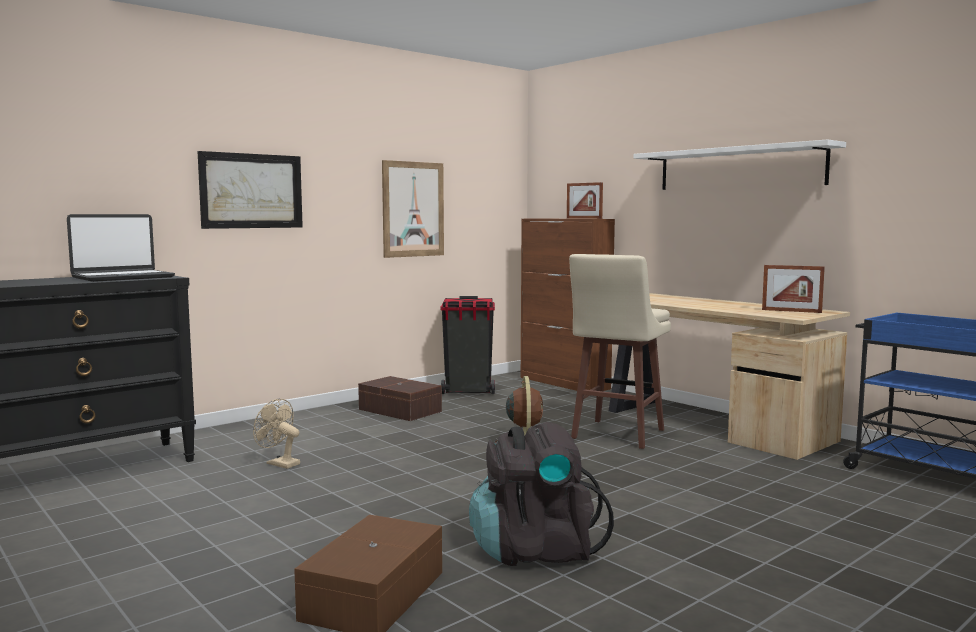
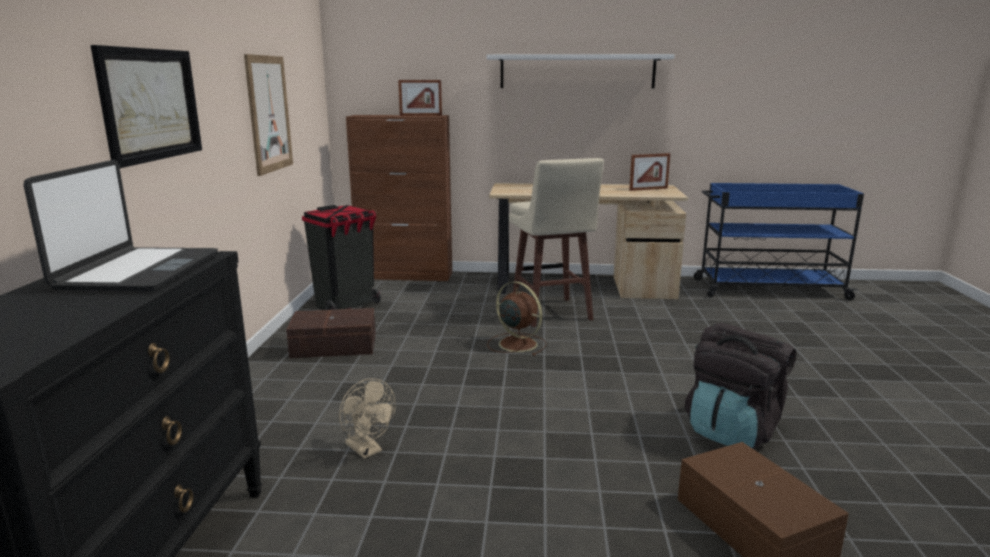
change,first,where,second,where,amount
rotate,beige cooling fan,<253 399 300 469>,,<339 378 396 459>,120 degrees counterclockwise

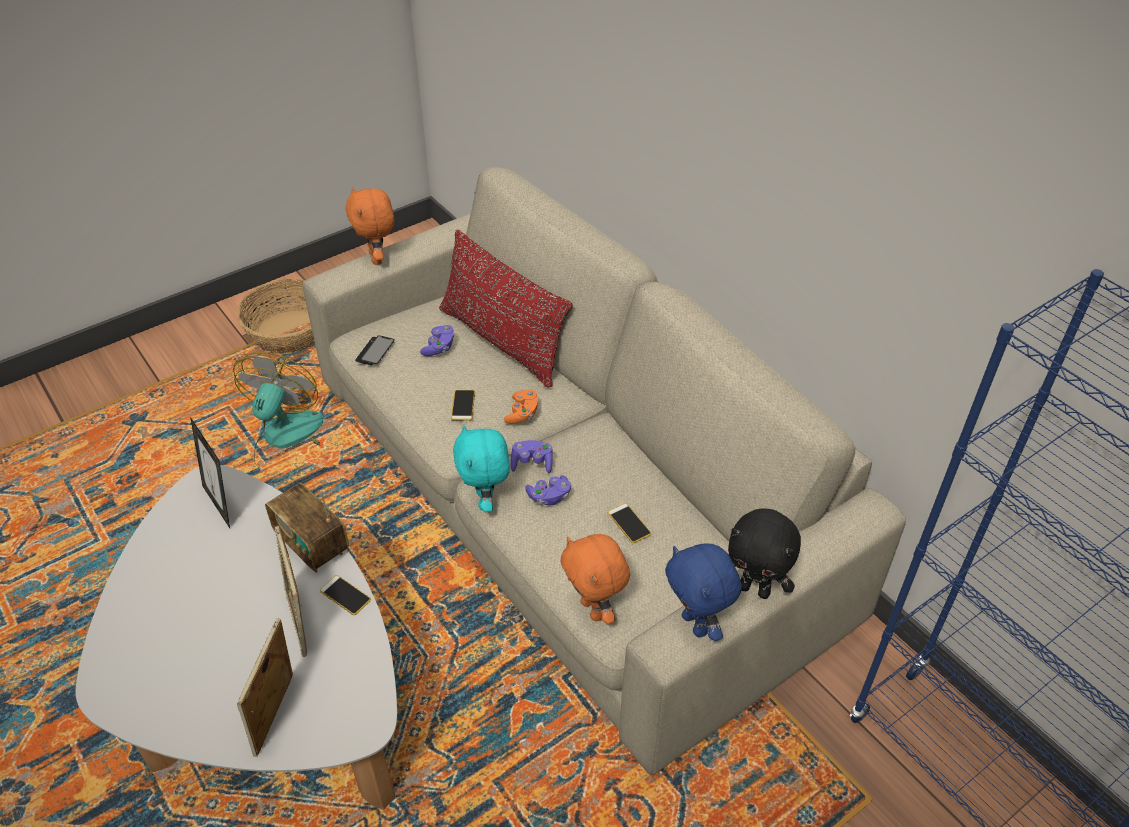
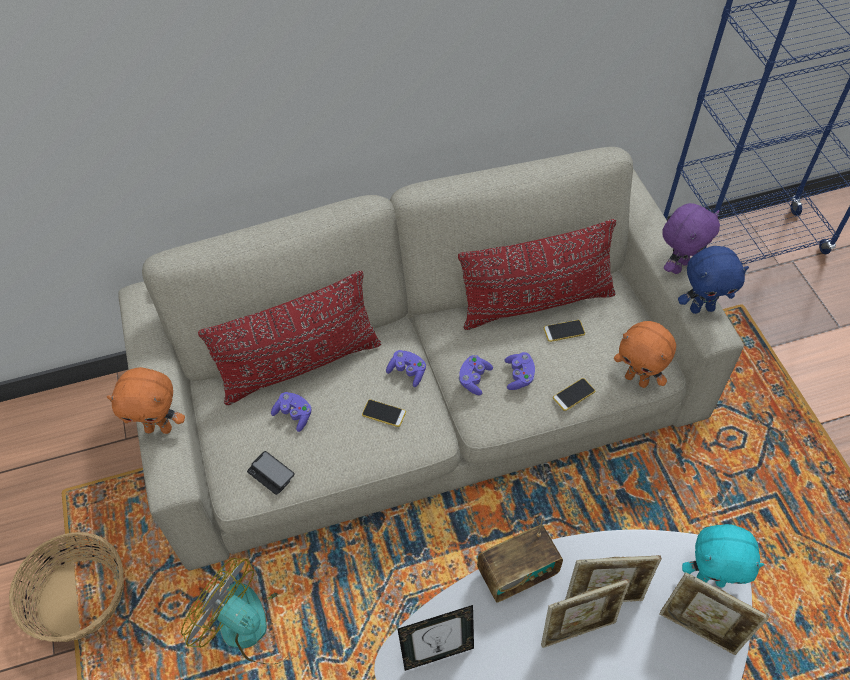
change,first,where,second,where,amount
insert,,,red pillow,<458 219 616 330>,
insert,,,standing frame,<541 579 630 648>,
move,handset,<320 575 371 615>,,<553 378 595 411>,
move,turquoise-coloured plush toy,<453 425 510 512>,,<682 524 764 588>,
recolor,orangey gamepad,<504 389 539 424>,purple-coloured gamepad,<386 350 426 387>,
recolor,black plush toy,<728 508 801 599>,purple-coloured plush toy,<662 203 720 274>,
rotate,orangey plush toy,<561 534 630 624>,,<614 321 676 388>,45 degrees clockwise

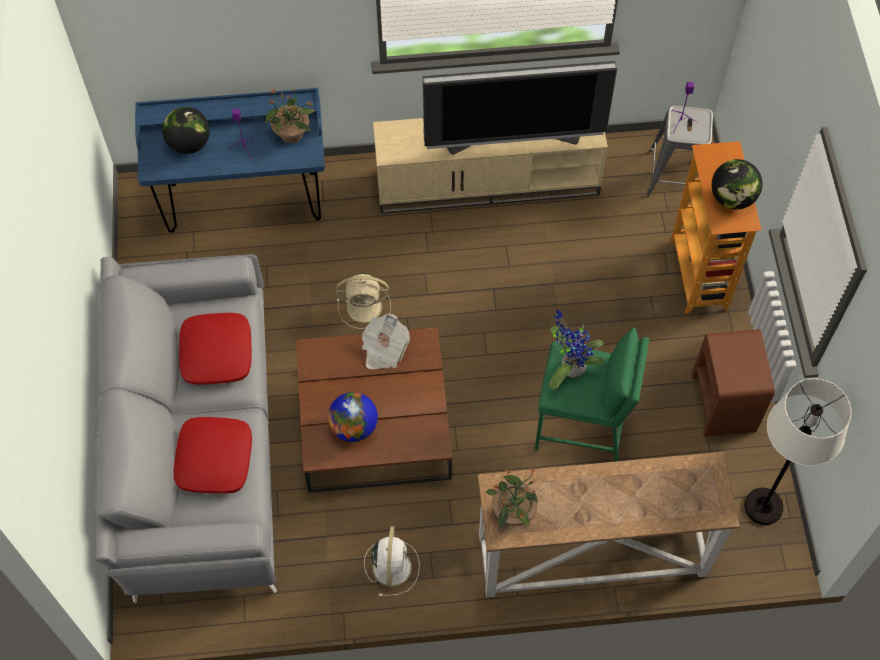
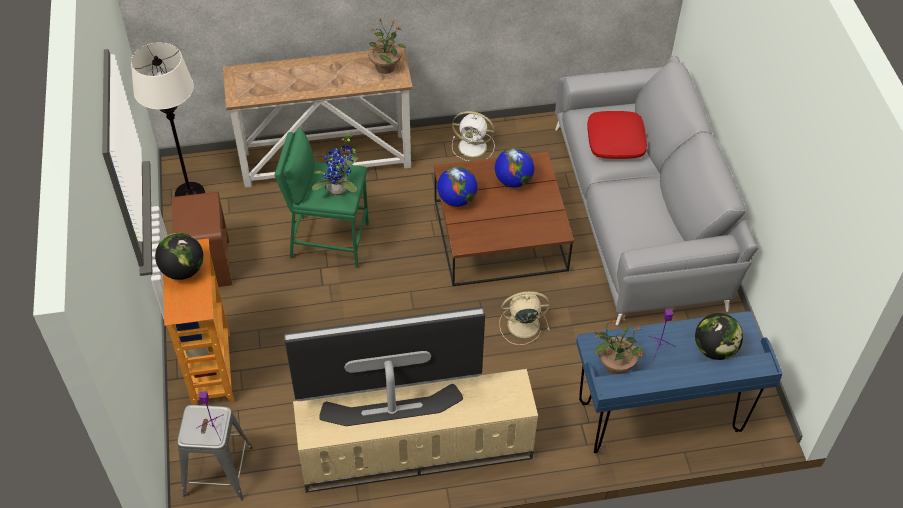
change,first,where,second,where,amount
delete,red pillow,<179 313 252 385>,,,
delete,printed paper,<361 314 410 369>,,,
insert,,,world globe,<437 166 477 207>,
rotate,whitish cooling fan,<364 526 420 596>,,<452 111 495 161>,75 degrees counterclockwise

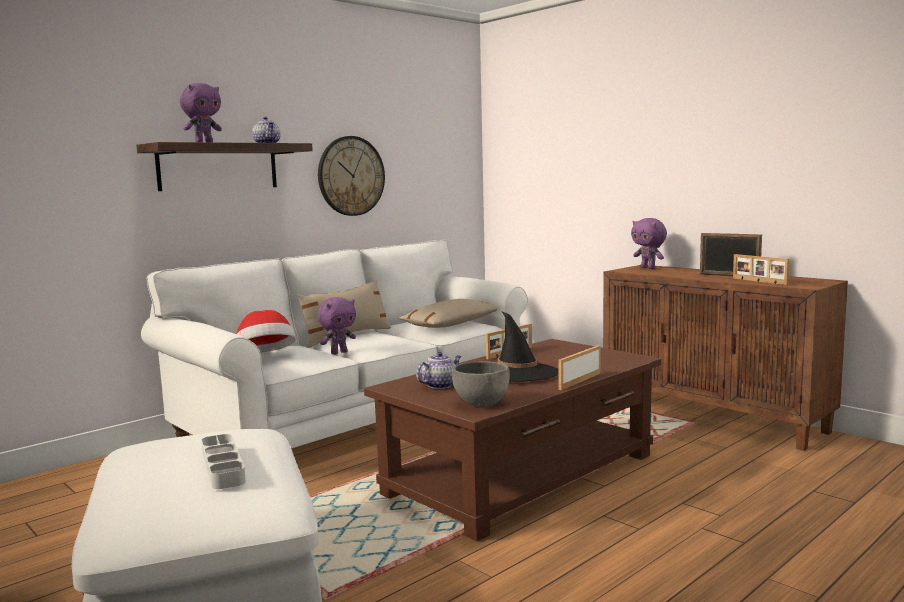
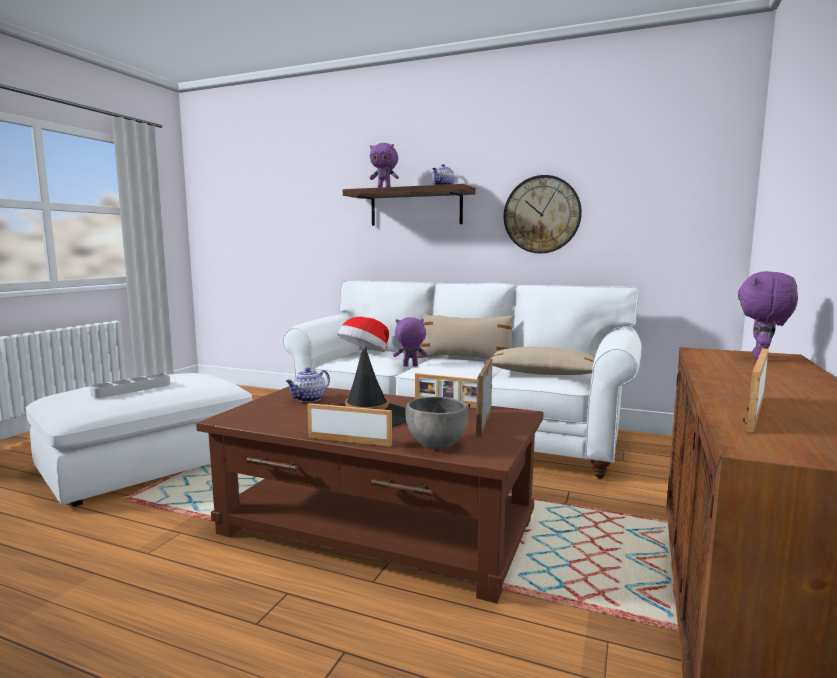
change,first,where,second,where,amount
move,gray bowl,<452 361 510 407>,,<405 397 468 449>,
move,standing frame,<700 233 762 276>,,<476 359 492 436>,
rotate,purple-coloured plush toy,<317 297 356 355>,,<393 317 428 367>,150 degrees clockwise
rotate,teapot,<416 352 461 389>,,<286 368 330 402>,105 degrees clockwise

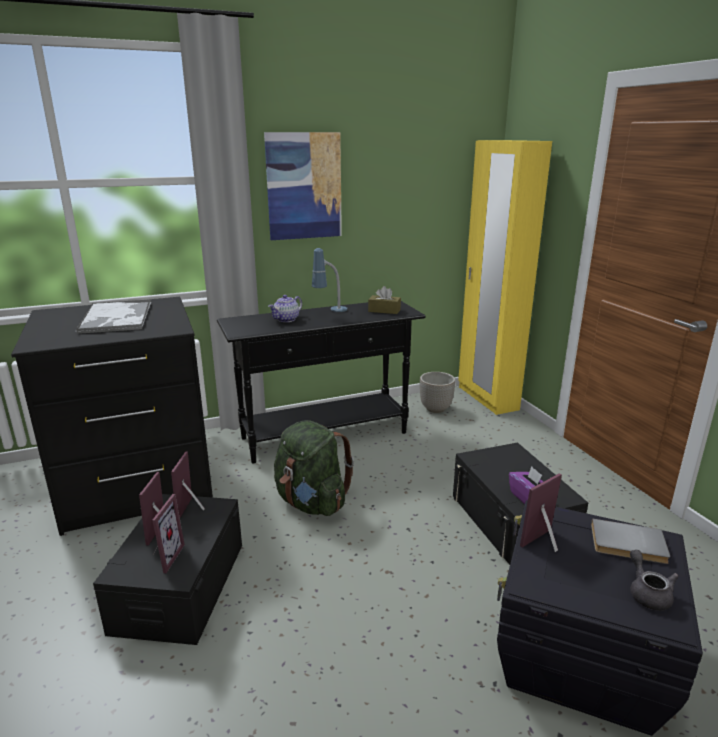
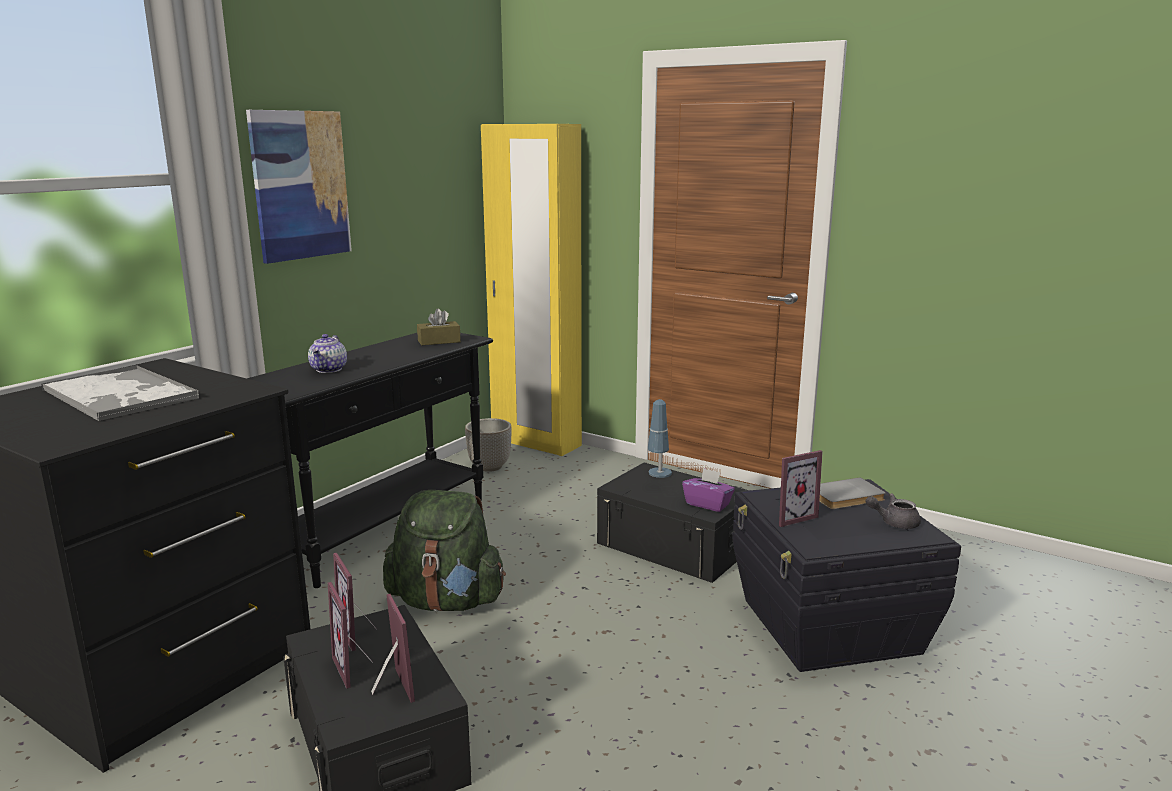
change,first,where,second,where,amount
move,lamp for a table,<312 248 347 312>,,<648 399 672 478>,
rotate,standing frame,<520 473 562 552>,,<779 450 823 527>,135 degrees counterclockwise
rotate,gray teapot,<630 550 679 611>,,<866 493 921 529>,45 degrees counterclockwise

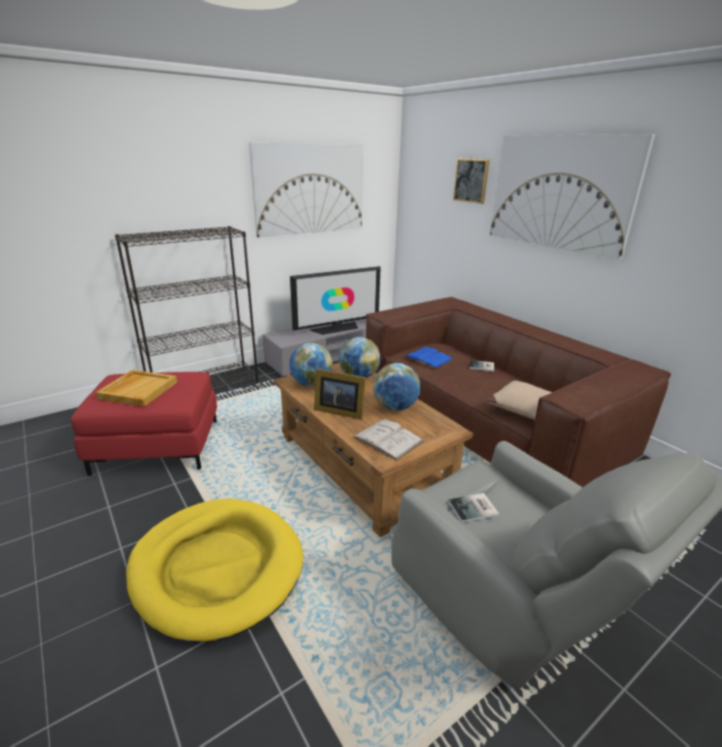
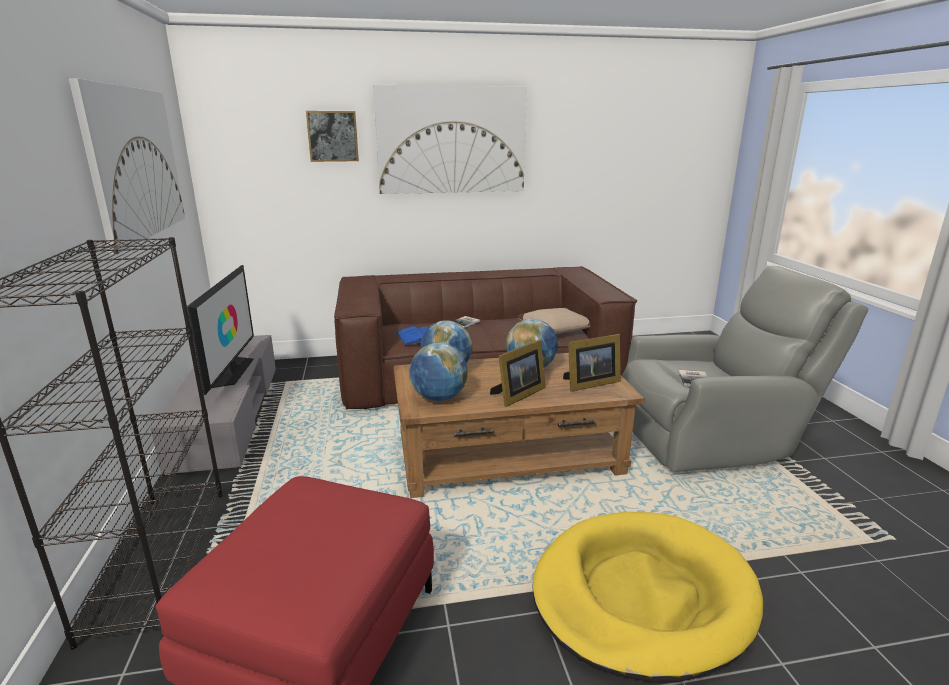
change,first,where,second,where,amount
delete,beige carrying tray,<95 370 177 407>,,,
replace,whitish book,<353 418 424 461>,standing frame,<563 334 621 392>,

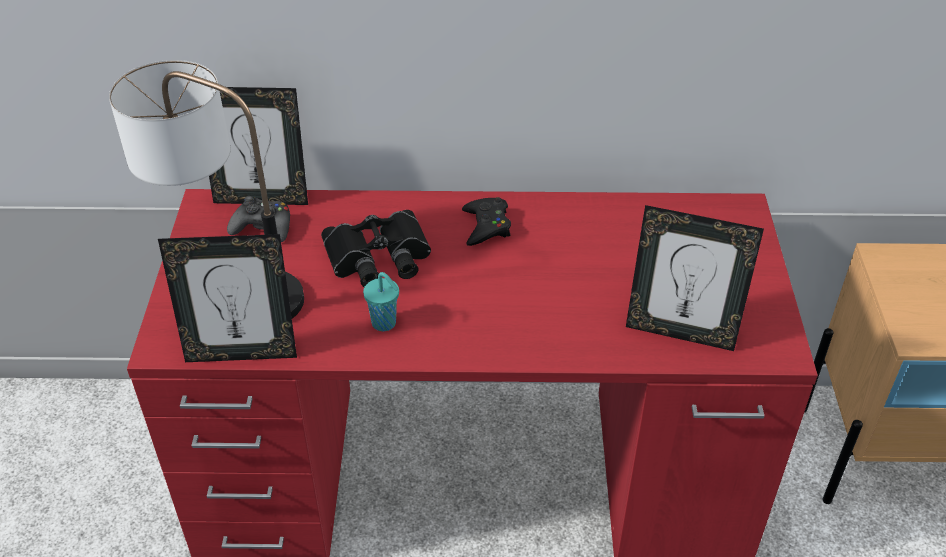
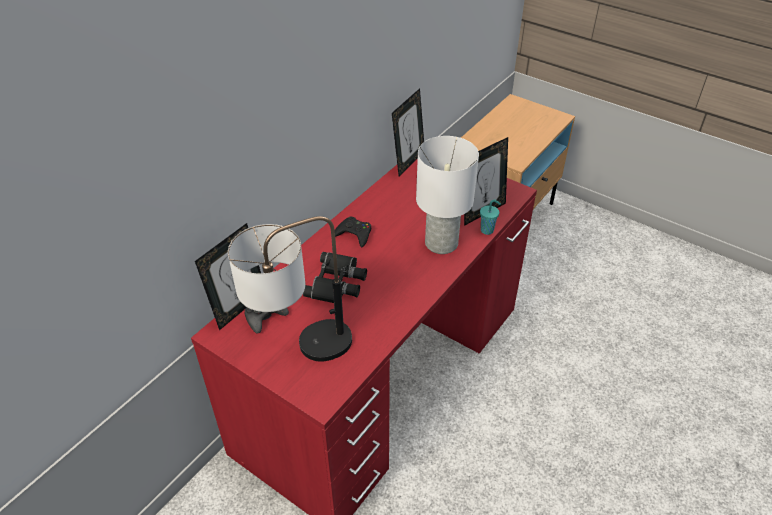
change,first,where,second,where,amount
insert,,,whitish lamp for a table,<416 136 479 254>,
move,standing frame,<158 234 297 362>,,<392 88 424 177>,
move,turquoise-coloured drinking cup,<363 272 399 331>,,<480 200 501 235>,

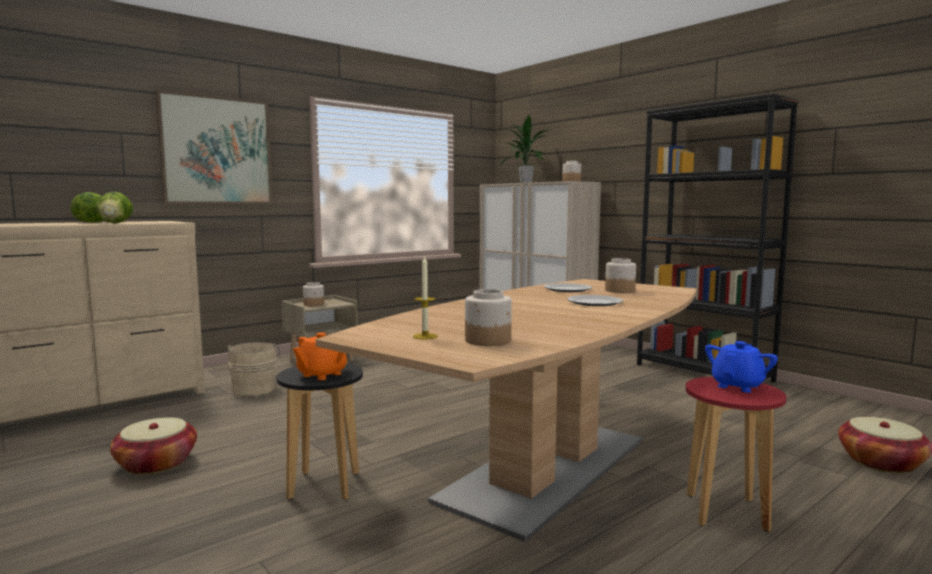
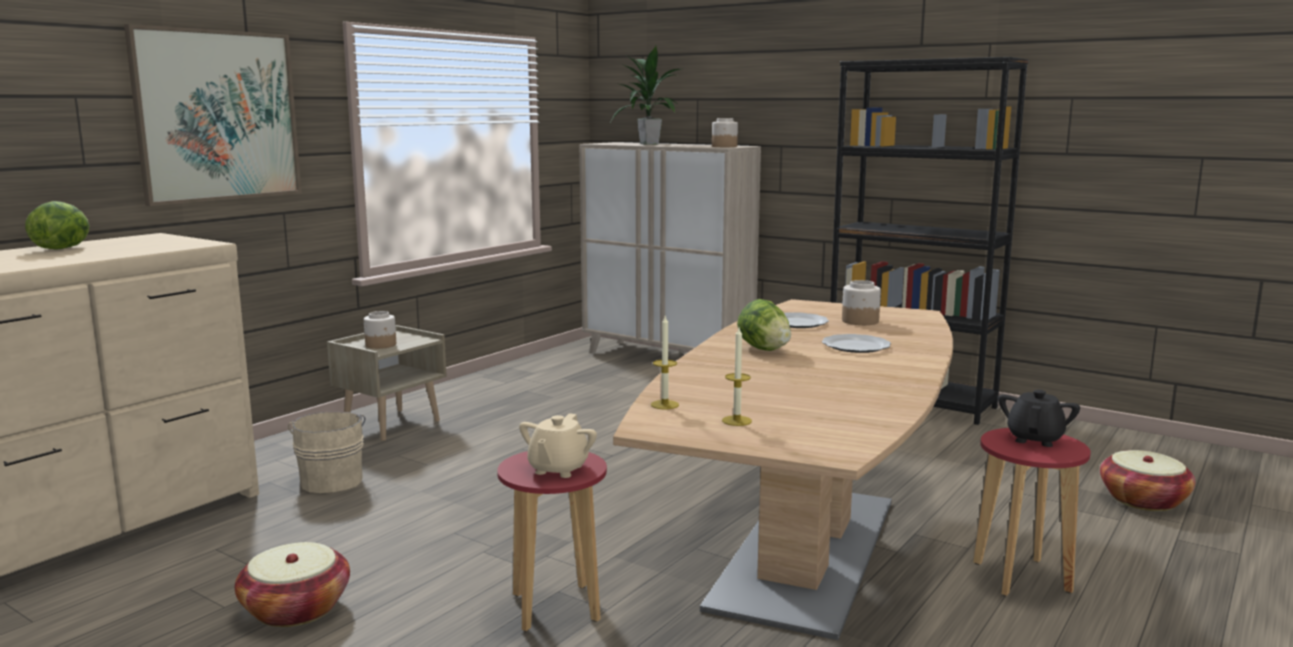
change,first,where,second,where,amount
delete,preserve jar,<465 289 512 346>,,,
insert,,,candle,<651 316 679 409>,
move,lettuce,<96 192 133 223>,,<737 299 791 351>,
recolor,black sitting stool,<277 363 363 500>,red sitting stool,<497 451 607 632>,
recolor,orangey teapot,<293 332 347 380>,beige teapot,<519 413 597 478>,
recolor,blue-coloured teapot,<705 341 778 393>,black teapot,<998 390 1080 447>,

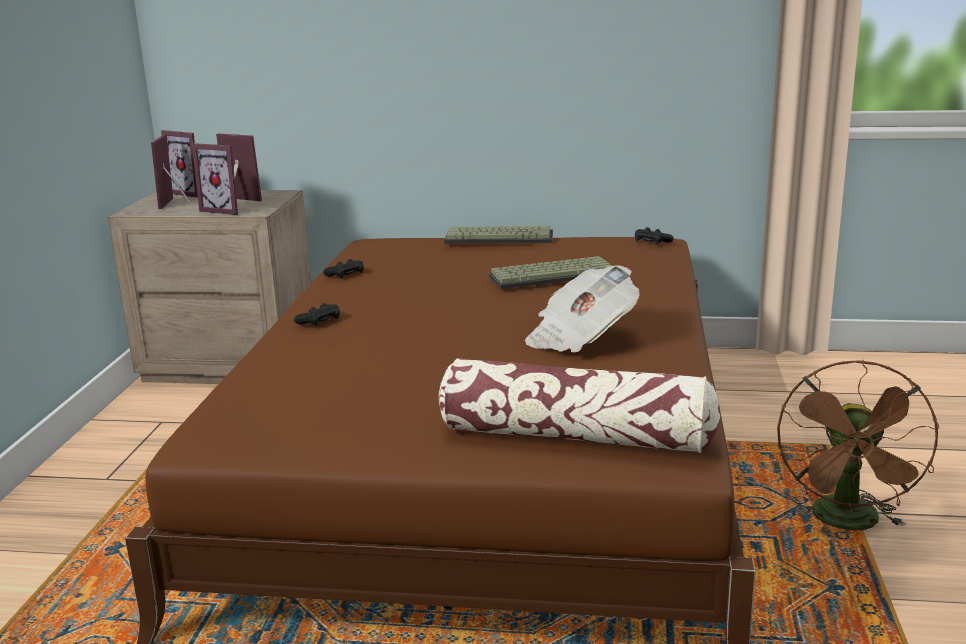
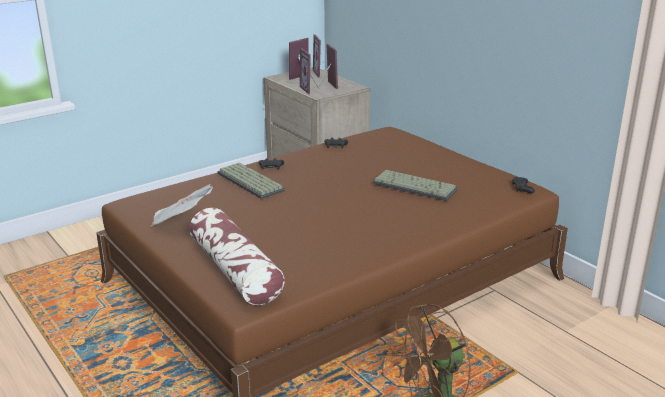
change,first,where,second,where,amount
move,keyboard,<444 226 553 244>,,<217 163 285 199>,
move,printed paper,<525 265 640 353>,,<150 184 213 227>,

